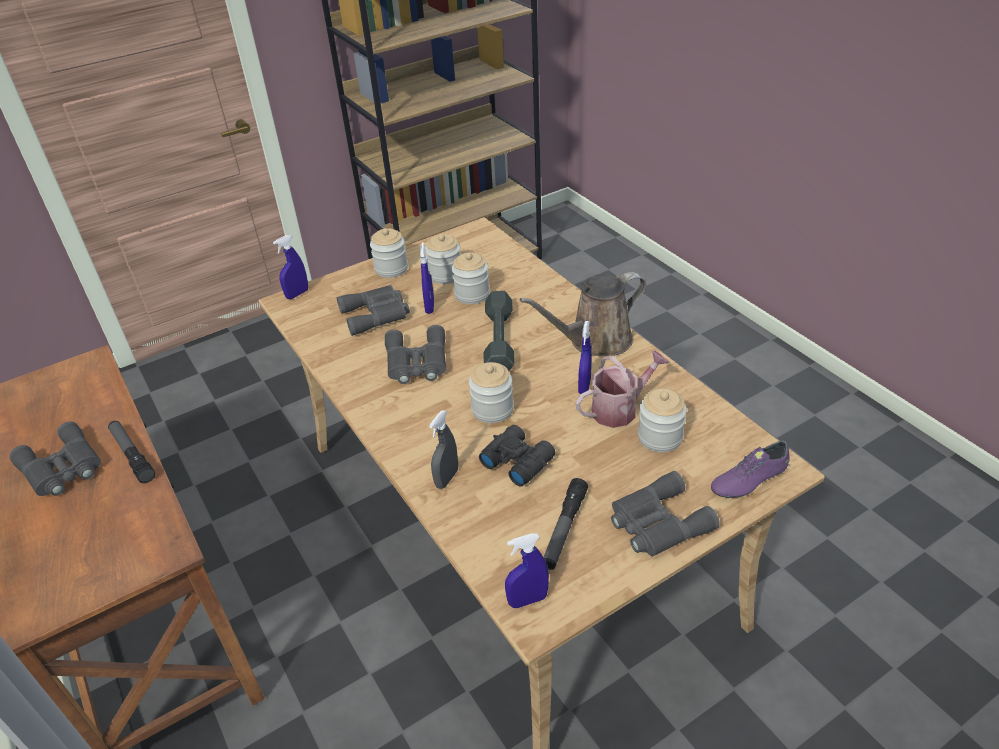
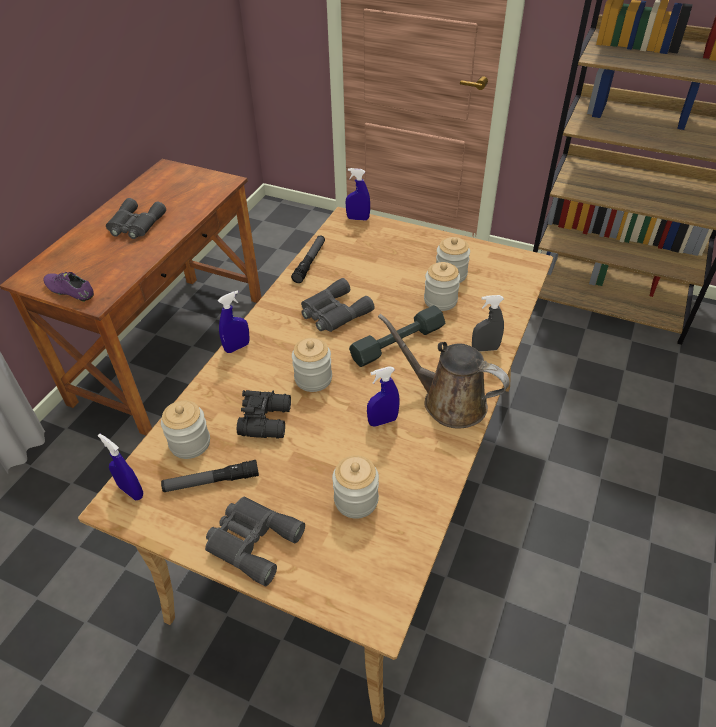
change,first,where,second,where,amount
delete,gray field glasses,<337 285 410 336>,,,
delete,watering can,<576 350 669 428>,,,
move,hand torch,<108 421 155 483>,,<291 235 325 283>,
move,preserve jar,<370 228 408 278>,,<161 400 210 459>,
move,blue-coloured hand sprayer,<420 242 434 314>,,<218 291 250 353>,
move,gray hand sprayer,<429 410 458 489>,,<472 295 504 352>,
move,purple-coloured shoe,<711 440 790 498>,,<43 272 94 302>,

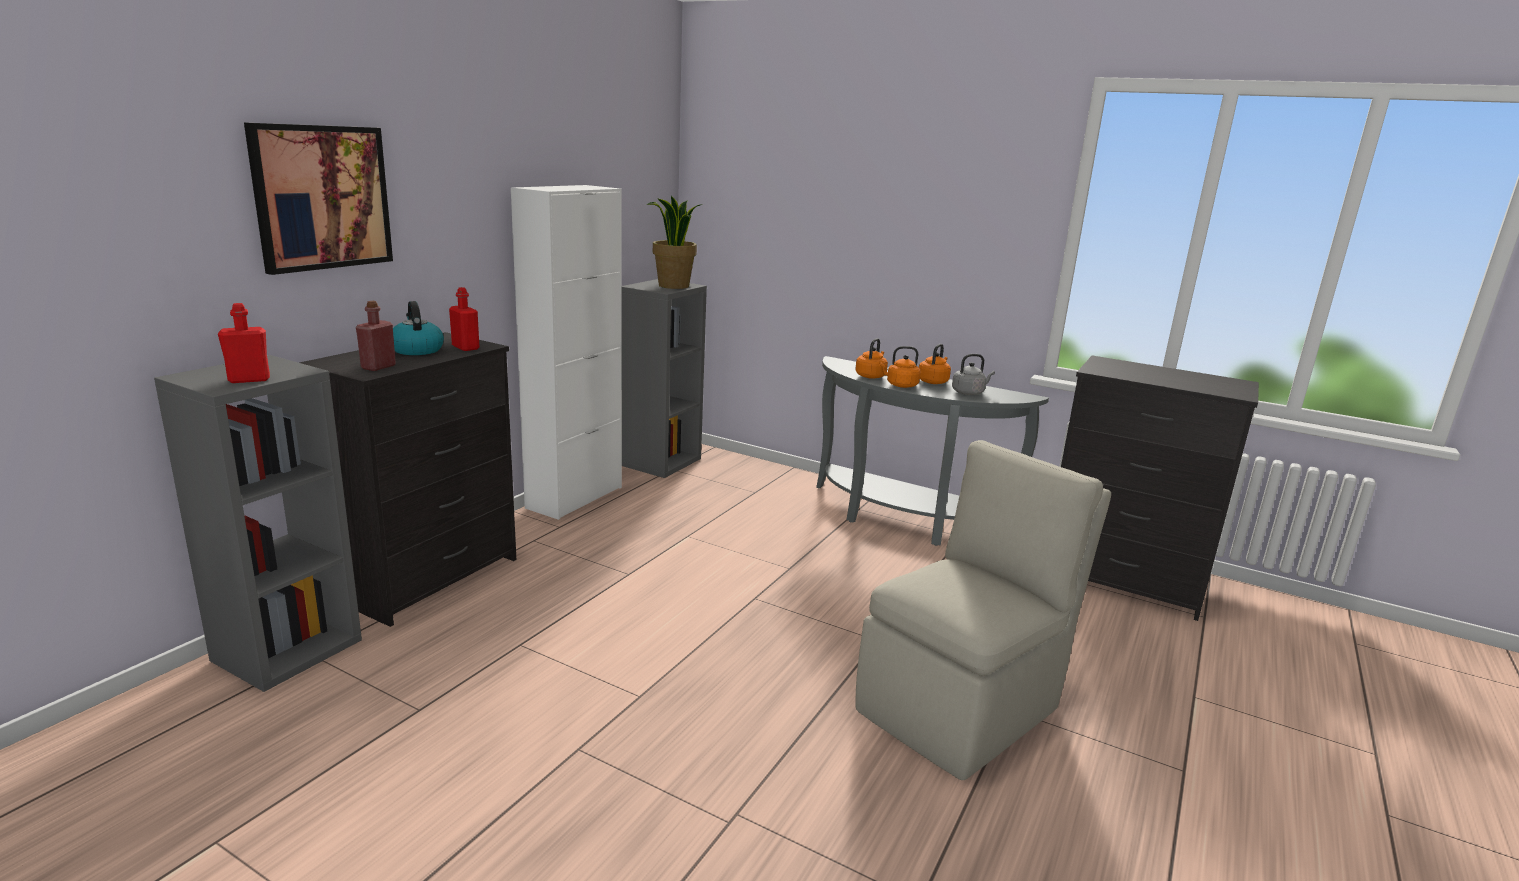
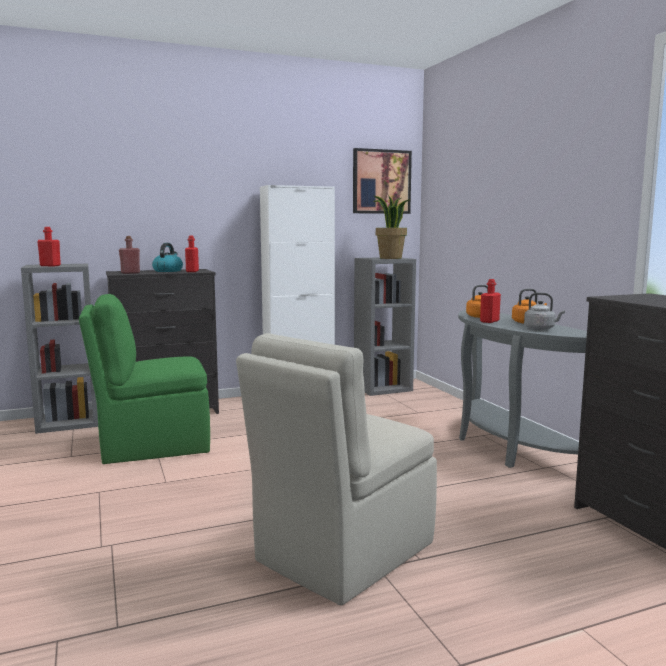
change,first,where,second,where,amount
insert,,,green chair,<79 294 210 464>,
move,picture,<244 123 393 275>,,<353 148 412 214>,
replace,orangey tea kettle,<879 346 920 388>,red beverage bottle,<480 279 501 323>,
rotate,beige chair,<855 440 1111 780>,,<236 333 437 605>,135 degrees clockwise

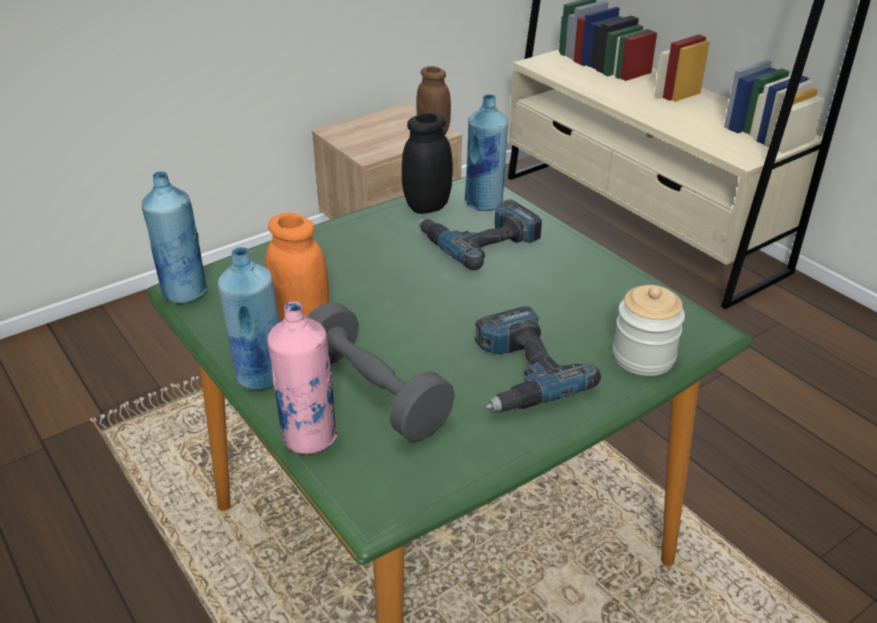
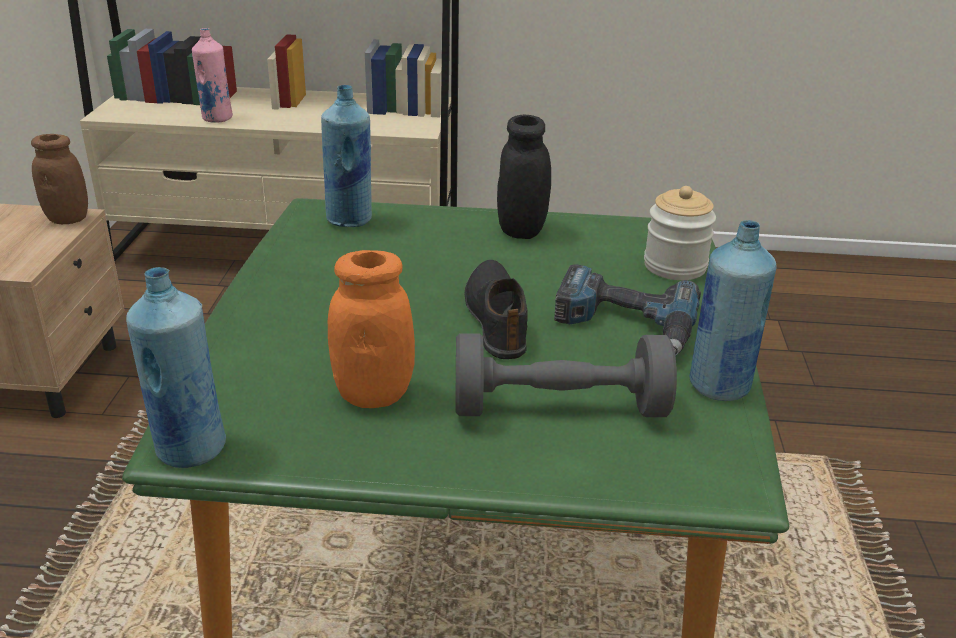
change,first,where,second,where,amount
delete,power drill,<419 199 542 270>,,,
insert,,,black shoe,<464 260 528 359>,
move,blue-coloured beverage bottle,<218 247 279 390>,,<689 220 777 401>,
move,pinkish beverage bottle,<268 301 337 454>,,<192 28 233 123>,
move,black preserve jar,<402 113 453 214>,,<497 114 551 239>,

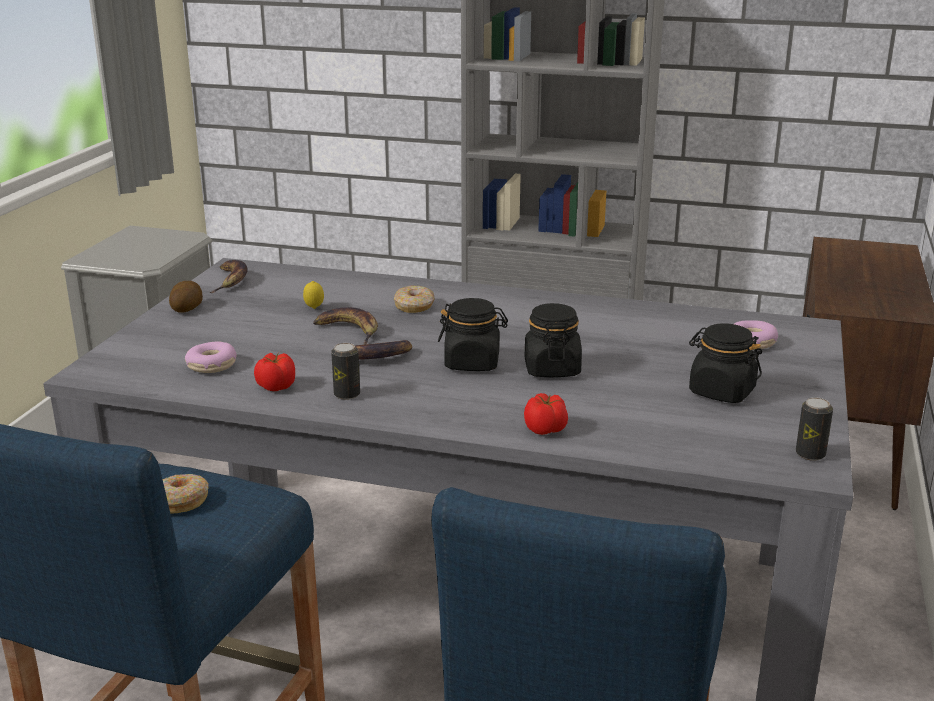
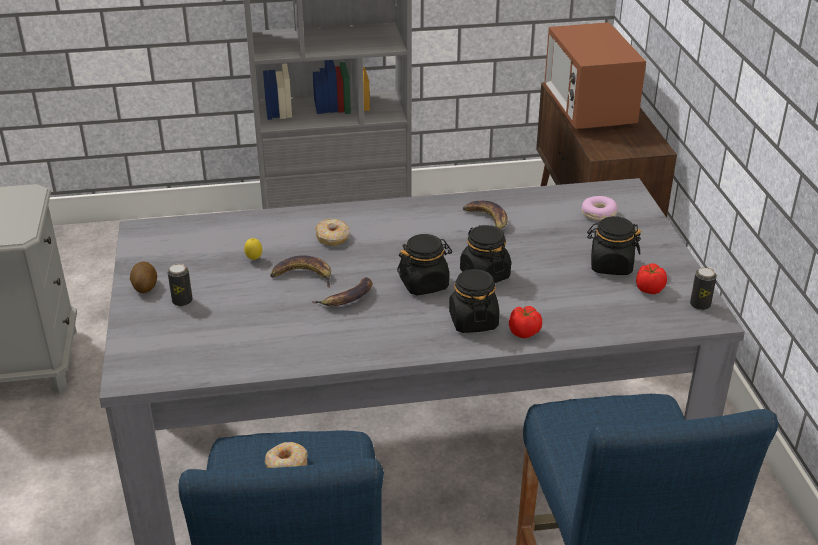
change,first,where,second,where,amount
delete,donut,<185 341 237 373>,,,
insert,,,black preserve jar,<449 269 499 333>,
insert,,,microwave oven,<544 22 646 129>,
move,whole banana,<209 260 248 293>,,<463 201 508 229>,
move,whole tomato,<254 353 295 391>,,<636 263 667 294>,
move,sealed can,<331 343 360 400>,,<168 264 193 306>,

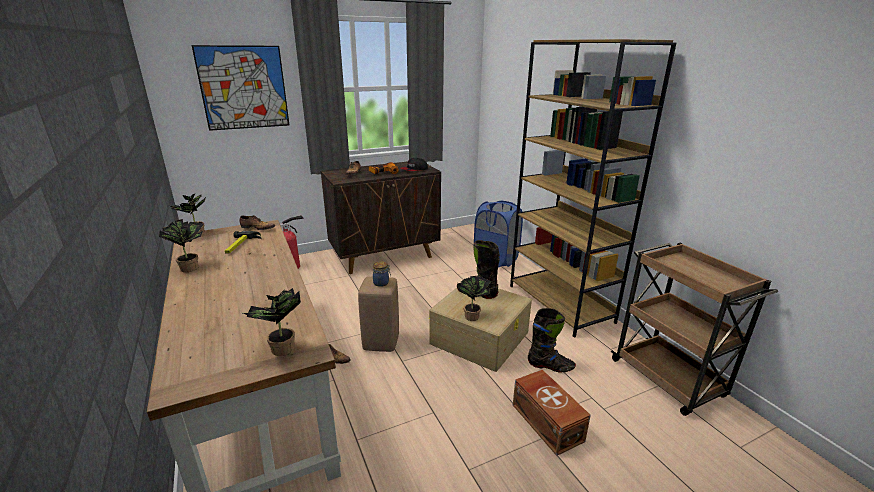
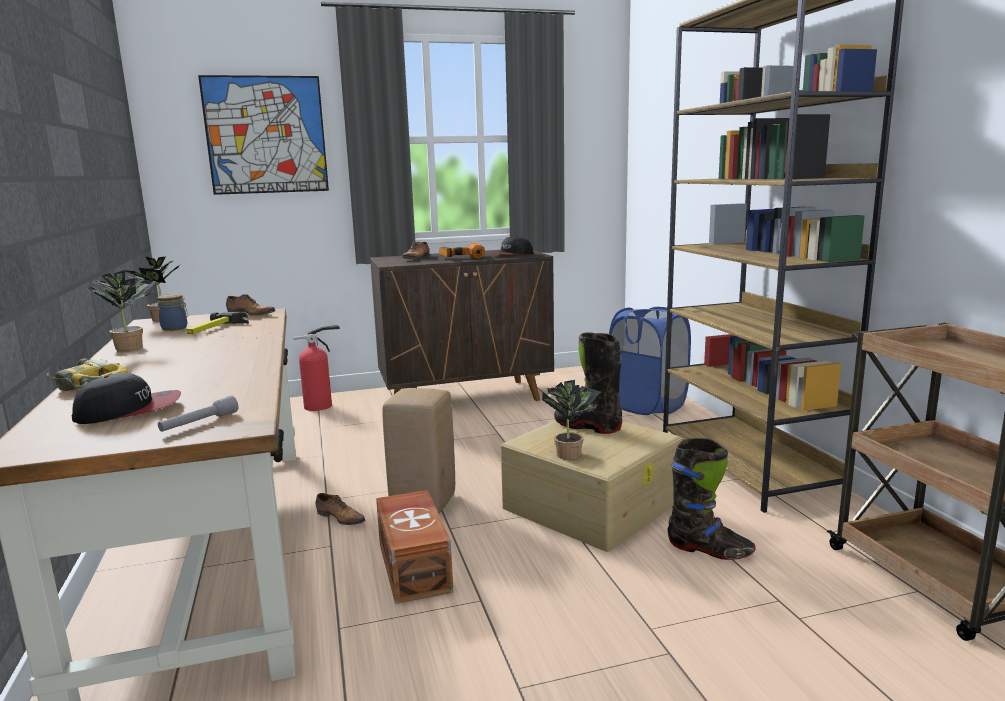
change,first,where,second,where,amount
insert,,,power drill,<47 358 128 391>,
insert,,,cap,<72 373 181 424>,
move,preserve jar,<373 261 391 287>,,<157 294 188 331>,
move,brown-coloured storage box,<513 369 591 456>,,<376 490 453 604>,
replace,plant in a pot,<243 288 301 356>,gray hand torch,<158 395 238 432>,

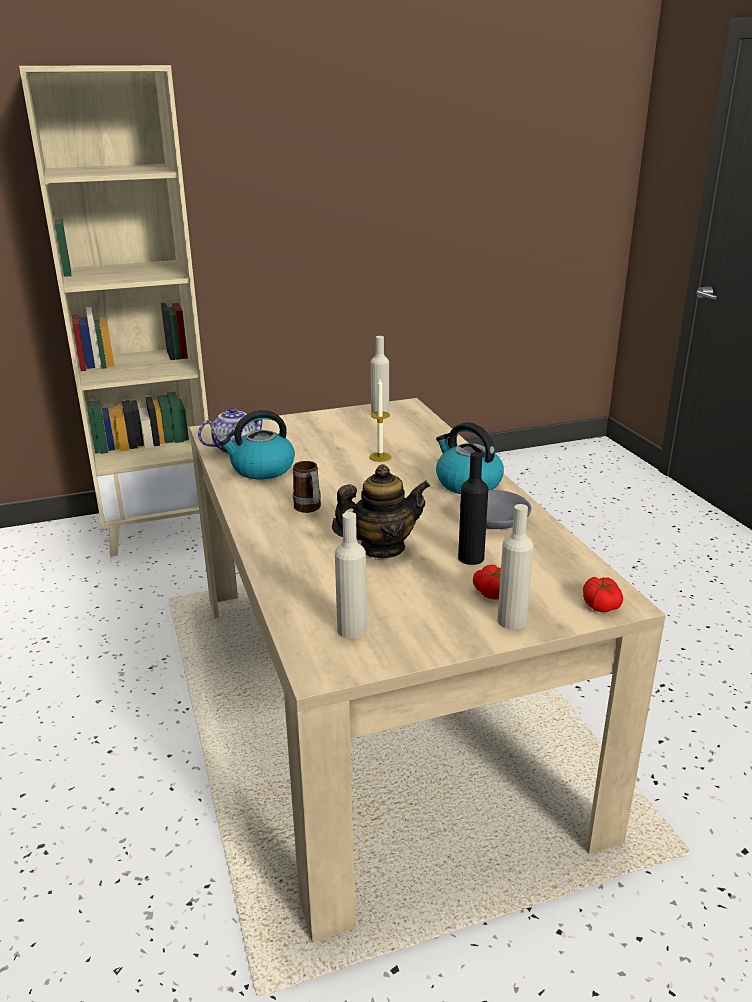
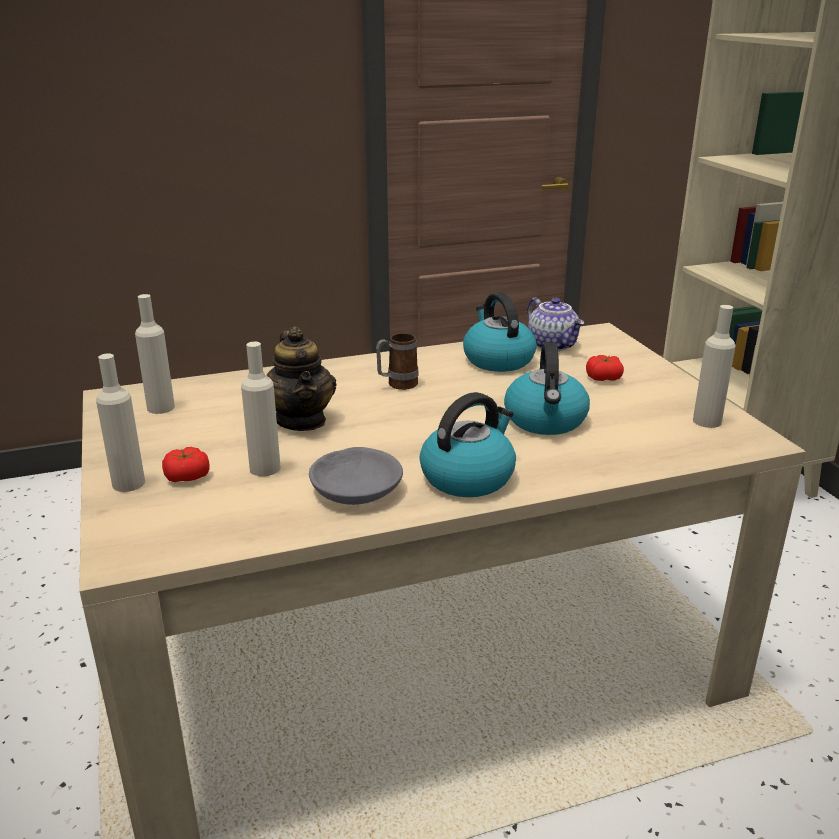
change,first,where,second,where,amount
move,whole tomato,<583 577 623 612>,,<586 355 624 381>,
replace,candle,<369 379 392 462>,tea kettle,<504 342 590 435>,
recolor,black beverage bottle,<458 452 488 565>,beige beverage bottle,<241 342 281 476>,

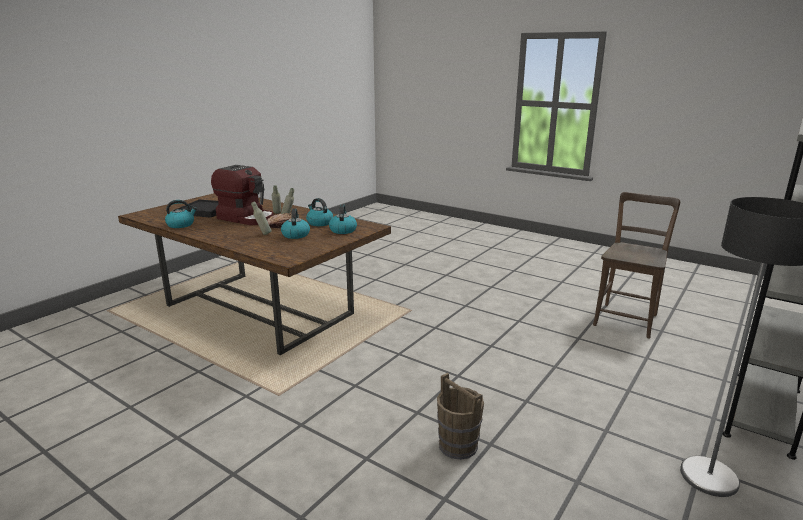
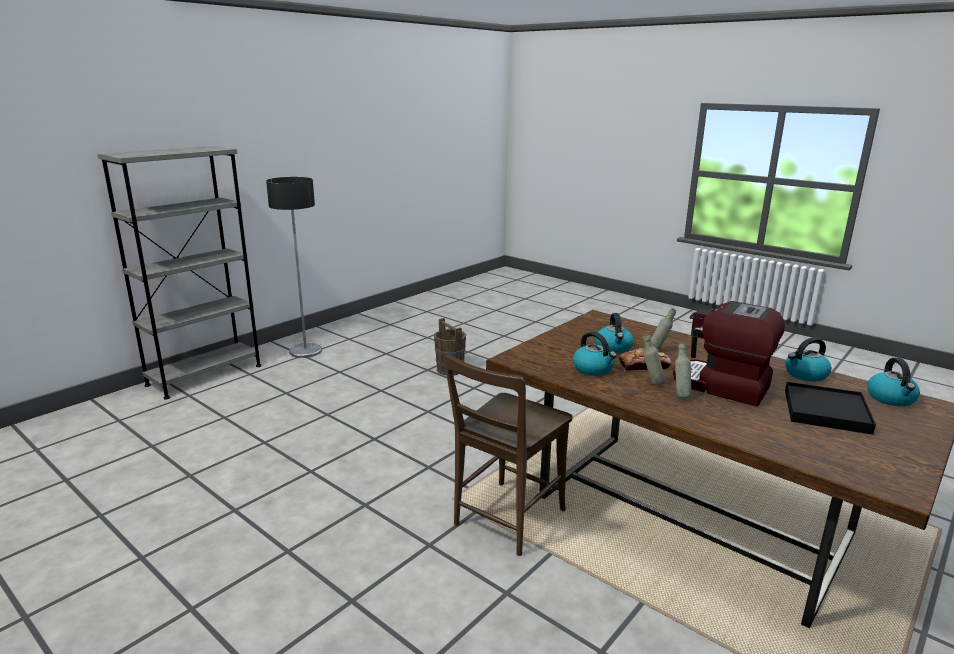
change,first,where,second,where,amount
move,tea kettle,<329 204 357 234>,,<867 358 920 406>,
move,brown-coloured chair,<593 192 680 339>,,<444 355 572 556>,

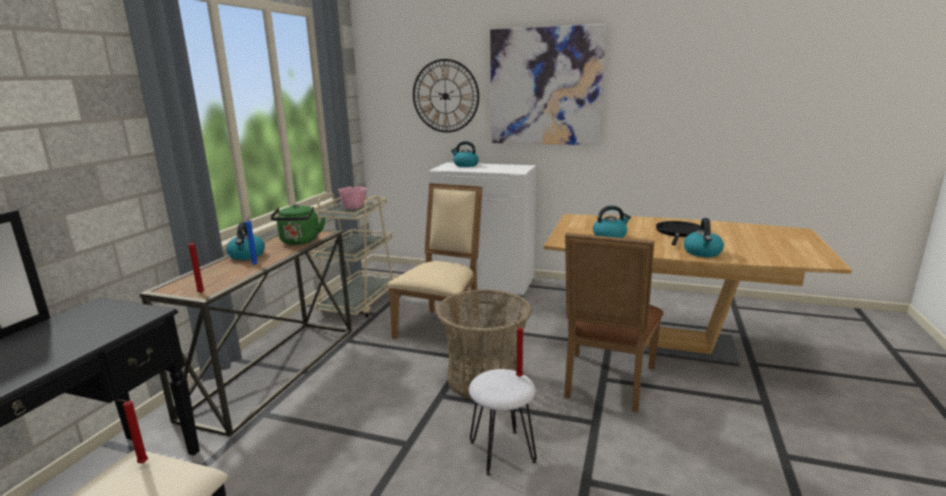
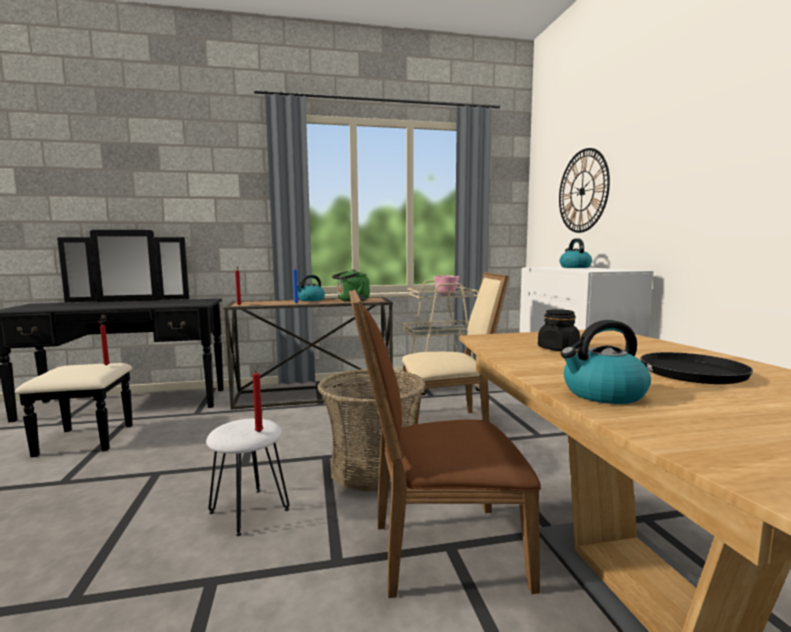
change,first,where,second,where,amount
delete,picture,<490 24 606 145>,,,
replace,tea kettle,<593 205 631 238>,black preserve jar,<538 309 580 351>,

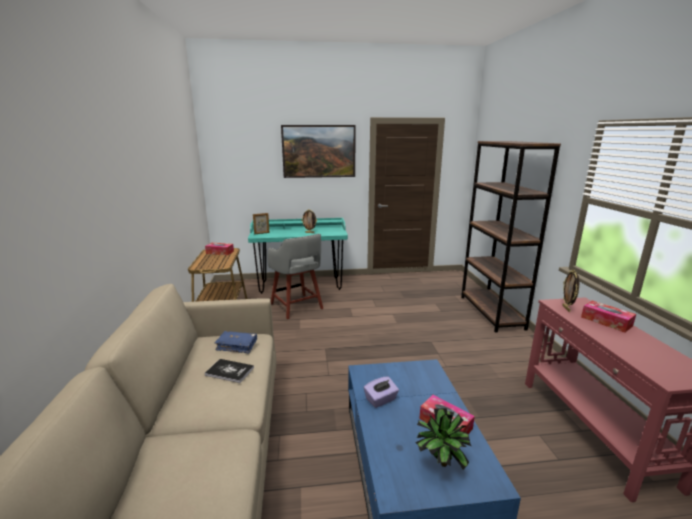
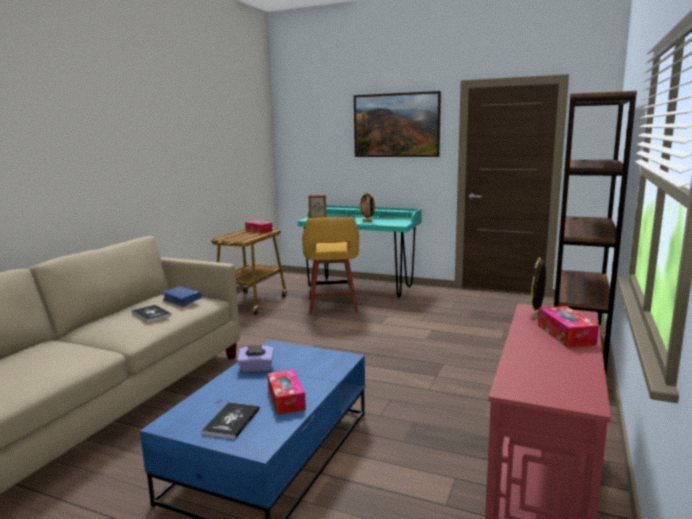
change,first,where,second,where,amount
replace,plant in a pot,<415 408 471 470>,book,<202 402 260 439>,
recolor,gray sitting stool,<268 234 323 319>,yellow-coloured sitting stool,<302 217 359 314>,

